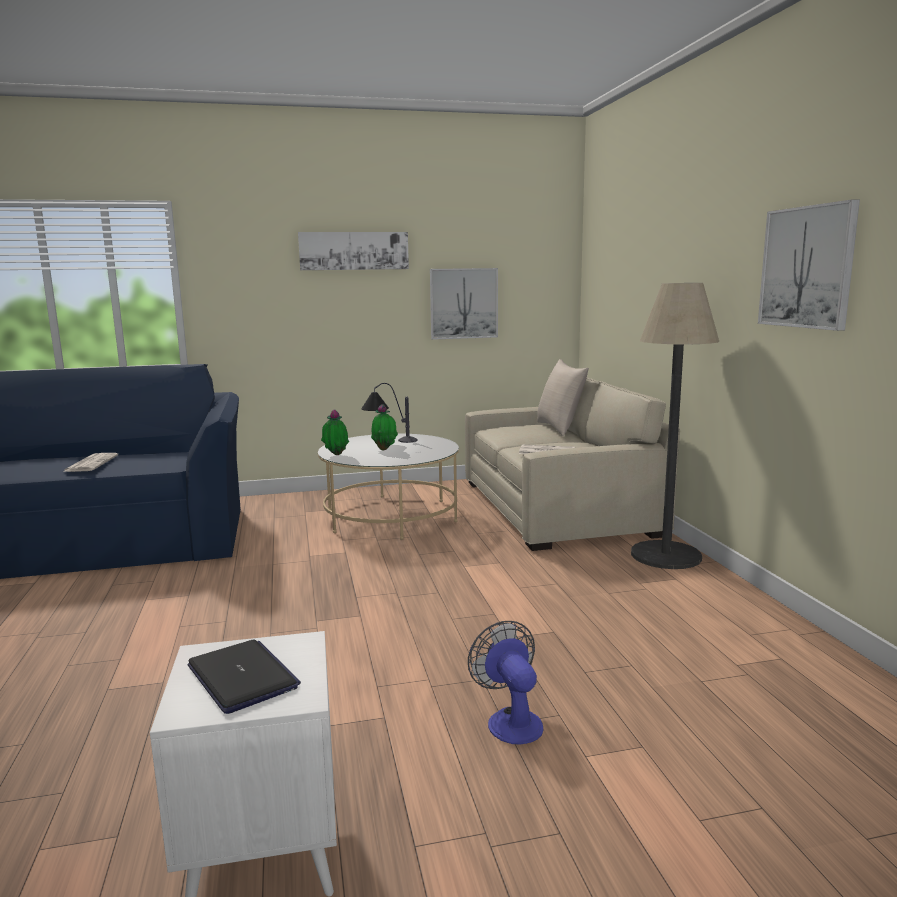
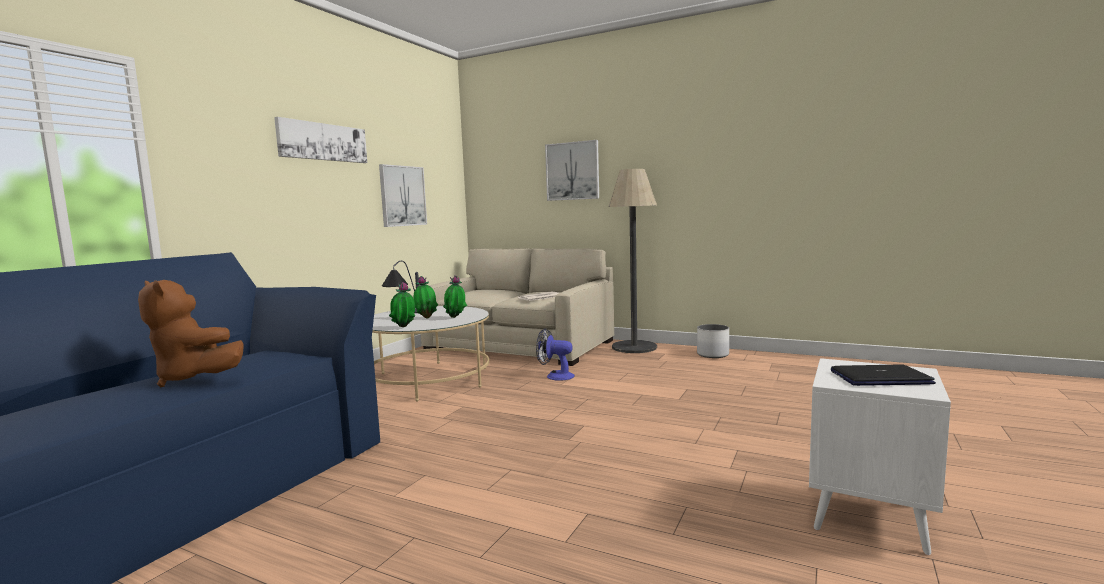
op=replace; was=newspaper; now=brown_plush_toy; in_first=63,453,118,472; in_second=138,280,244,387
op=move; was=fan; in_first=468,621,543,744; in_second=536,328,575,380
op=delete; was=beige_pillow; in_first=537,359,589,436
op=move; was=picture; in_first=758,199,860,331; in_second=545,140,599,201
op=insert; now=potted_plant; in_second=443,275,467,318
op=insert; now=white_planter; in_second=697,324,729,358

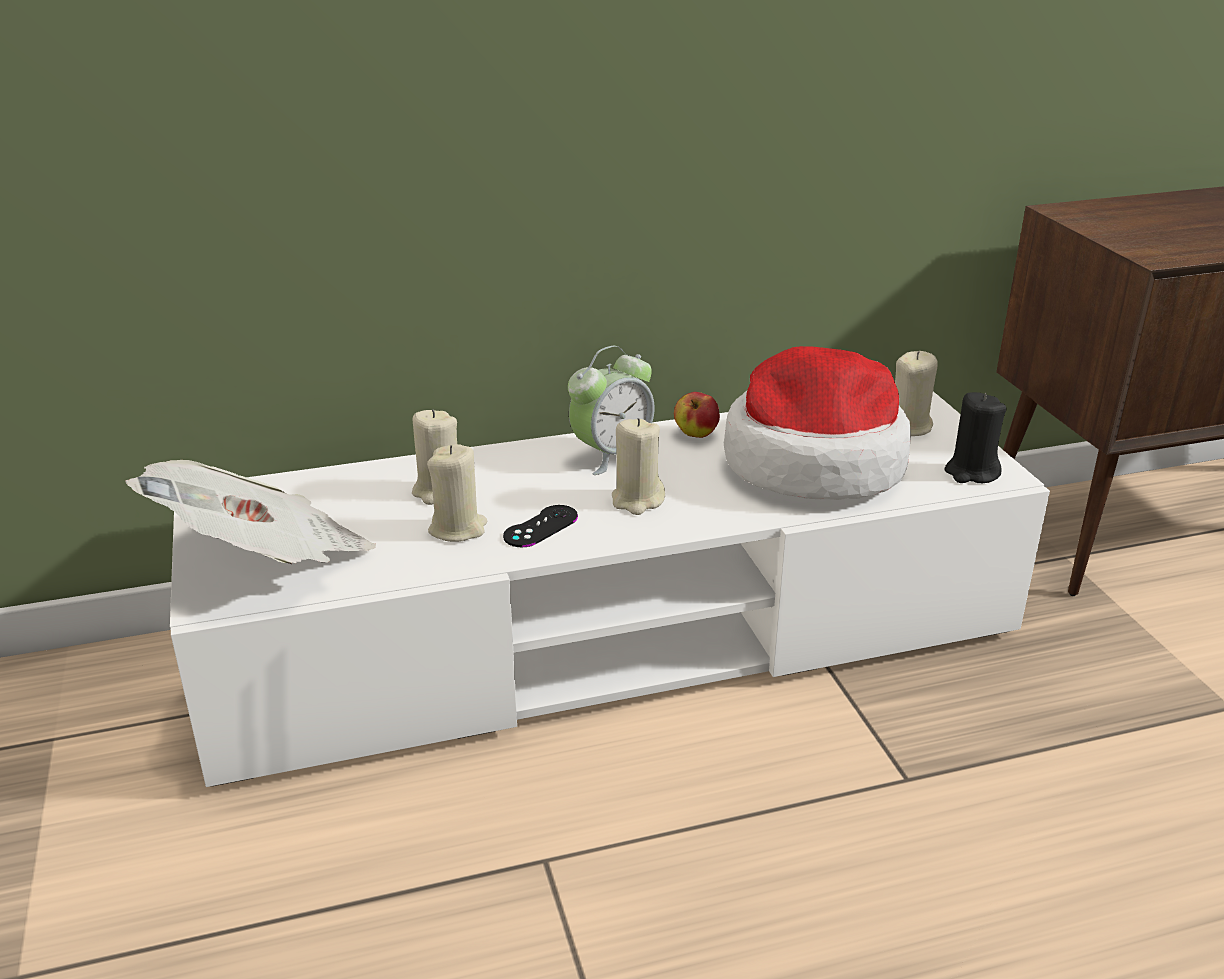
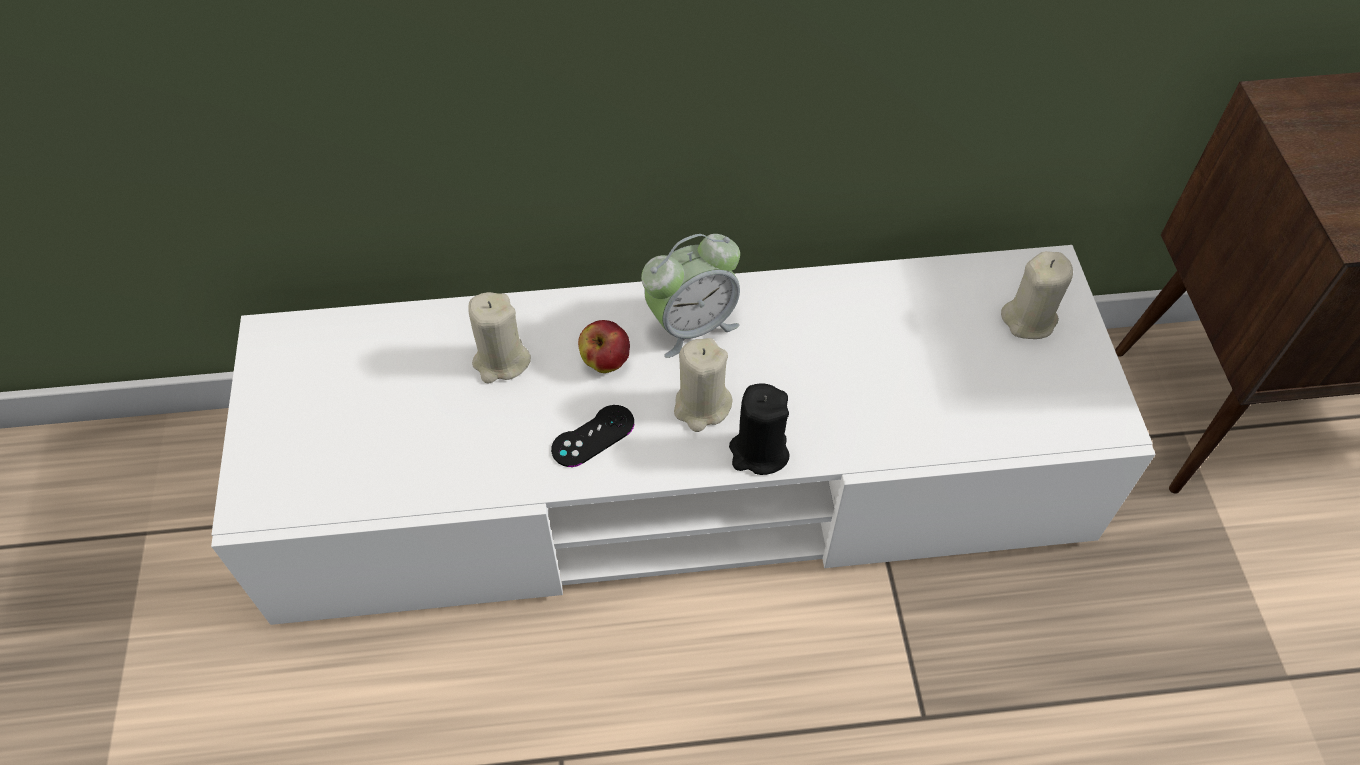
op=delete; was=newspaper; in_first=125,460,376,564
op=delete; was=beige_candle; in_first=427,444,488,542
op=move; was=apple; in_first=674,392,720,438; in_second=578,320,630,373
op=delete; was=hat; in_first=724,346,911,500
op=move; was=black_candle; in_first=944,392,1006,483; in_second=729,383,789,475

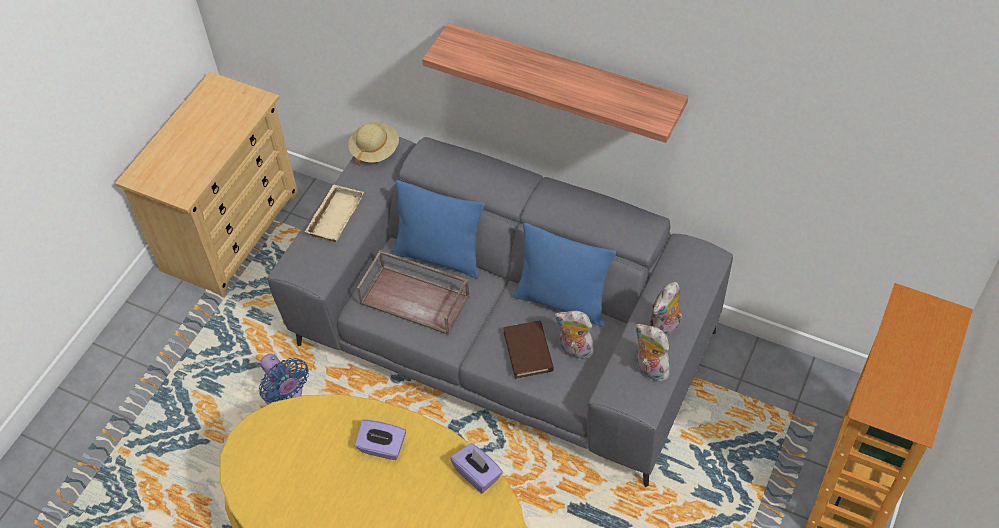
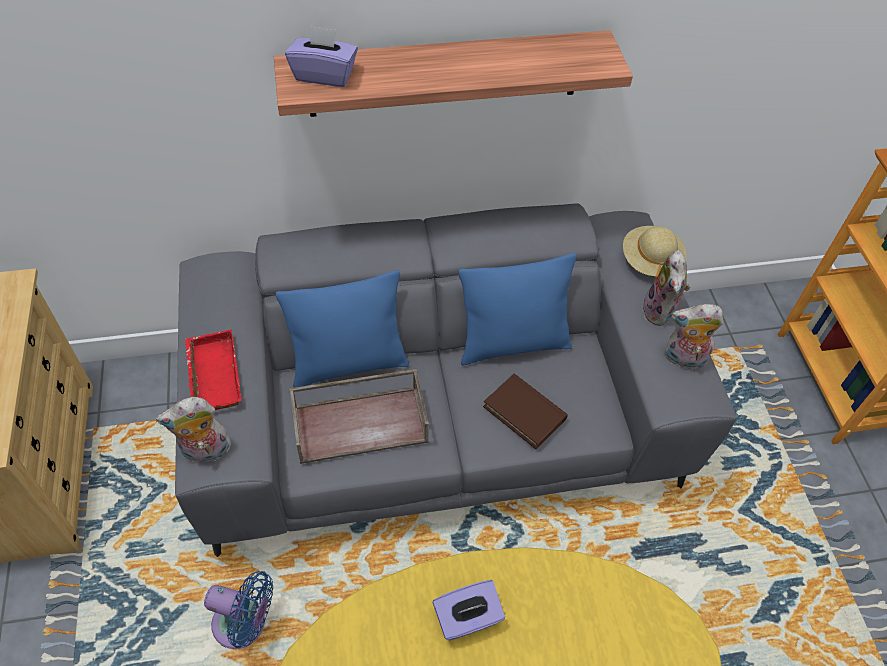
op=recolor; was=beige_tray; now=red_tray; in_first=305,184,364,242; in_second=185,329,241,410
op=move; was=beige_hat; in_first=348,122,399,167; in_second=623,226,687,281
op=move; was=purple_tissue_box; in_first=451,443,503,493; in_second=285,25,358,87
op=move; was=plush_toy; in_first=554,310,594,360; in_second=156,397,233,463

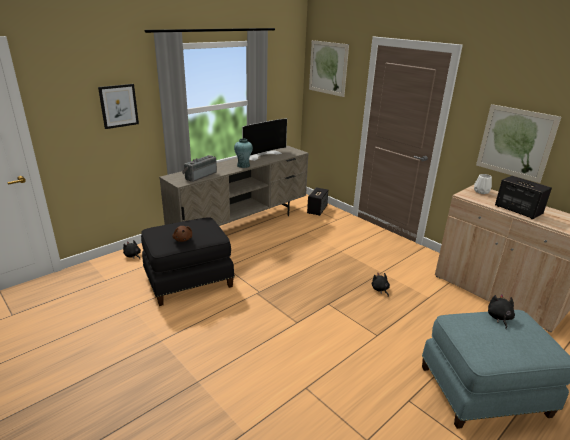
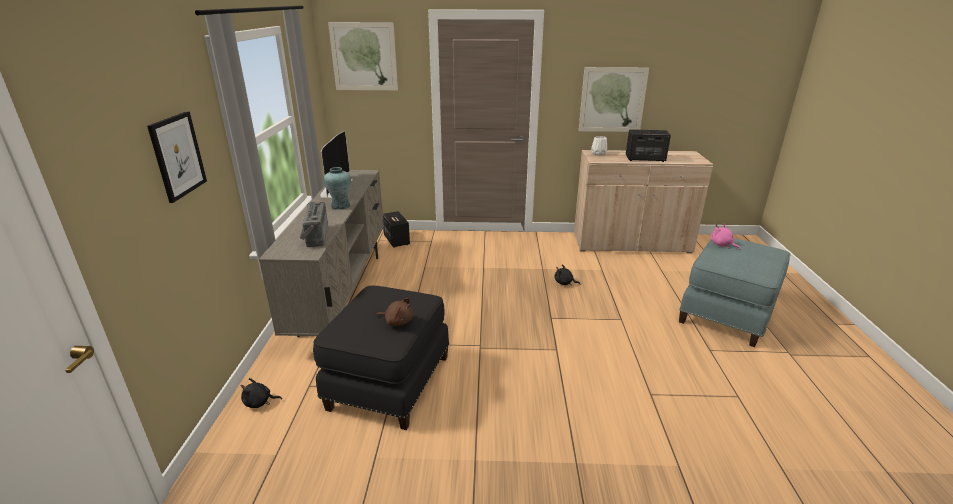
op=recolor; was=black_plush_toy; now=pink_plush_toy; in_first=488,294,515,329; in_second=711,224,740,250

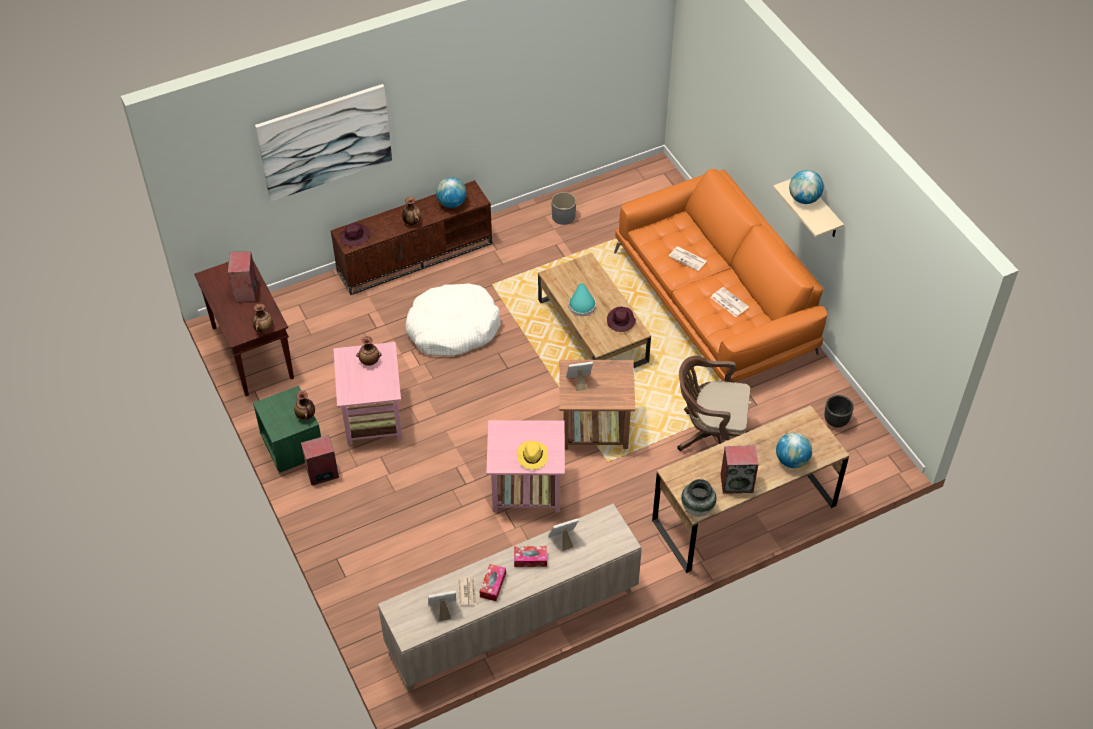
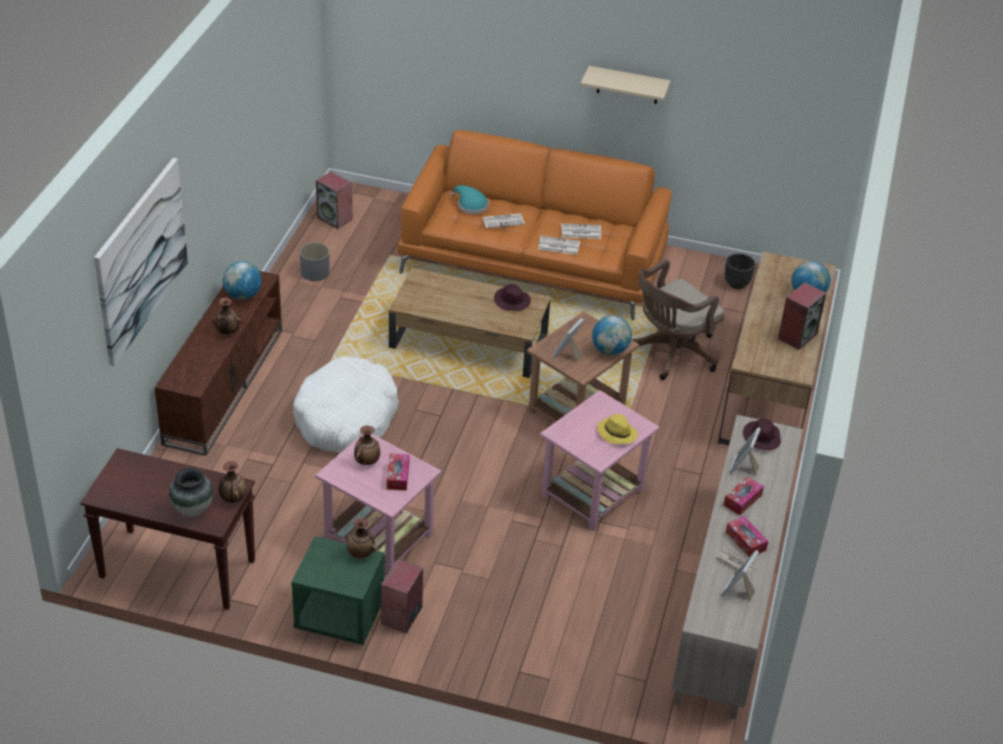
op=move; was=speaker; in_first=228,251,257,302; in_second=316,172,352,229
op=move; was=purple_hat; in_first=339,223,370,246; in_second=743,418,781,450
op=move; was=turquoise_hat; in_first=569,283,596,316; in_second=451,185,488,214
op=move; was=vase; in_first=681,479,716,517; in_second=169,467,213,517
op=move; was=globe; in_first=789,170,824,204; in_second=592,315,632,355
op=insert; now=tissue_box; in_second=387,454,410,491
op=insert; now=newspaper; in_second=538,236,580,255

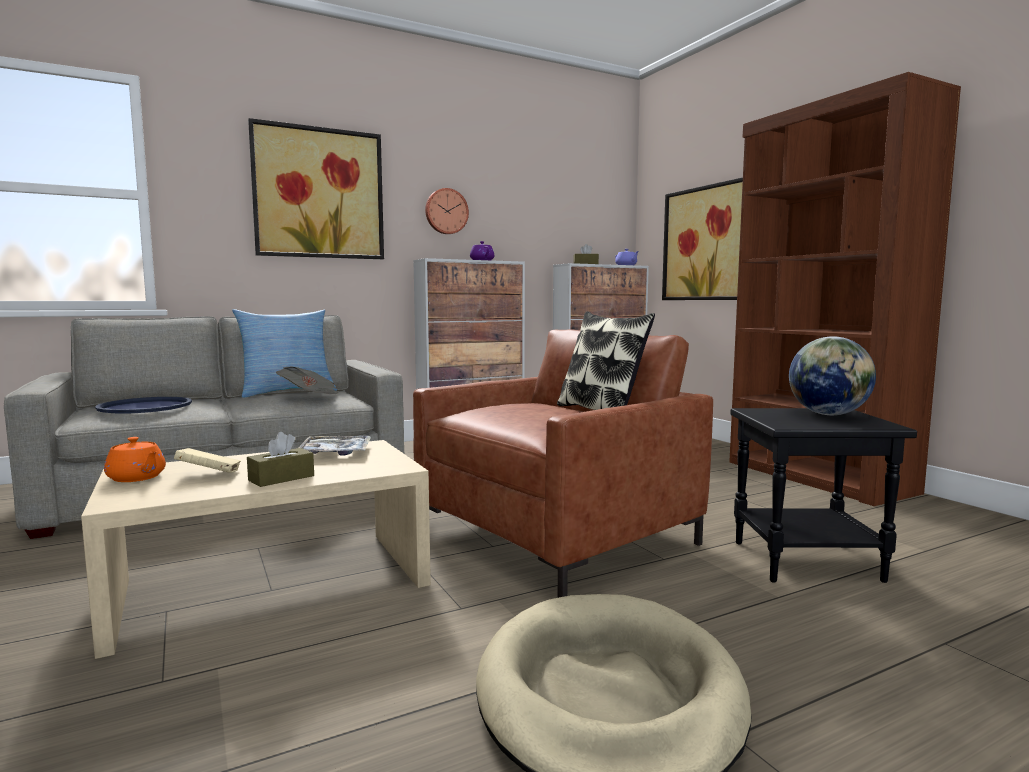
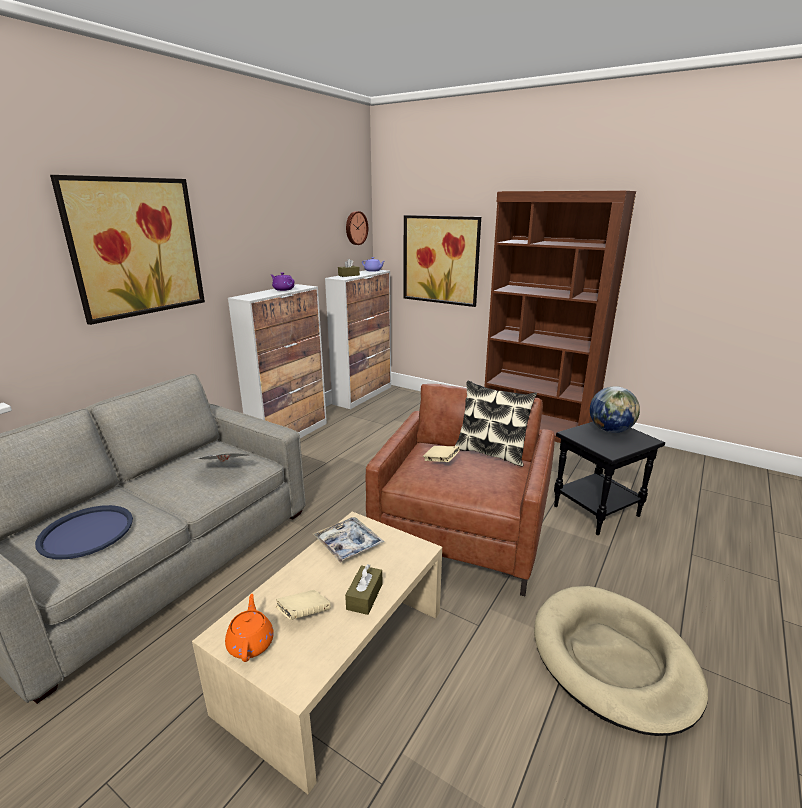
op=rotate; was=orange_teapot; in_first=104,437,166,482; in_second=225,594,274,662; clockwise=-105
op=delete; was=pillow; in_first=232,309,337,398
op=move; was=wall_clock; in_first=425,188,469,234; in_second=346,211,368,245
op=insert; now=beige_book; in_second=423,446,460,462

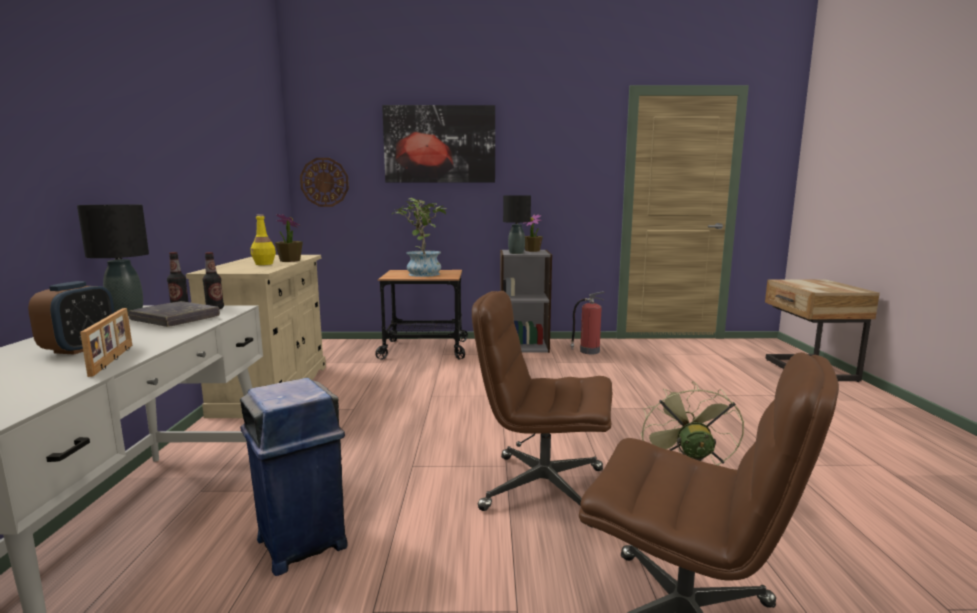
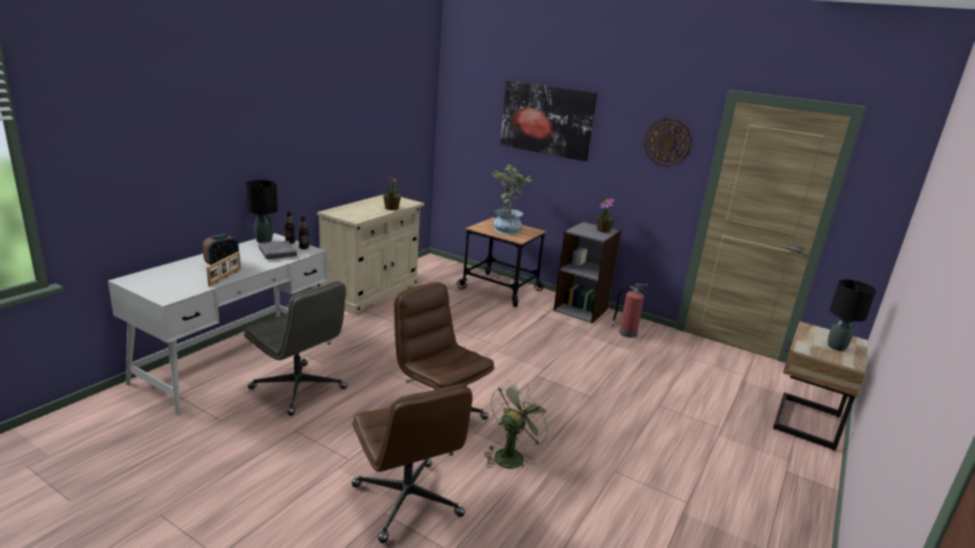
op=replace; was=blue_trash_can; now=grey_office_chair; in_first=240,378,348,576; in_second=244,281,347,416
op=delete; was=yellow_bottle; in_first=251,214,276,265
op=move; was=wall_clock; in_first=300,158,349,207; in_second=644,118,693,167
op=move; was=black_table_lamp; in_first=503,195,531,254; in_second=828,279,876,351

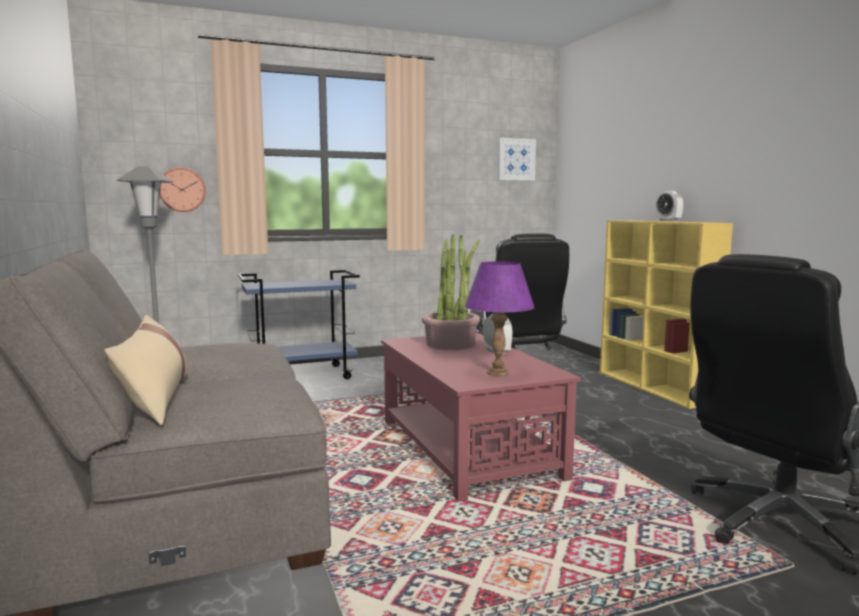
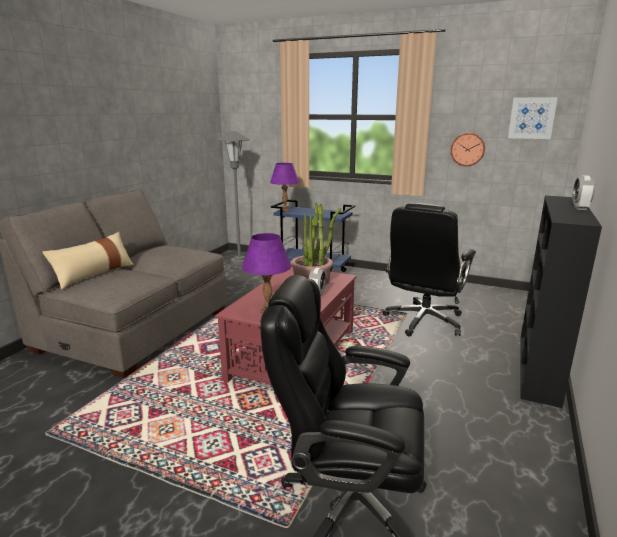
op=move; was=wall_clock; in_first=160,167,206,212; in_second=451,133,485,166
op=recolor; was=yellow_bookcase; now=black_bookcase; in_first=600,220,733,409; in_second=521,195,602,408
op=insert; now=purple_table_lamp; in_second=270,163,299,212

